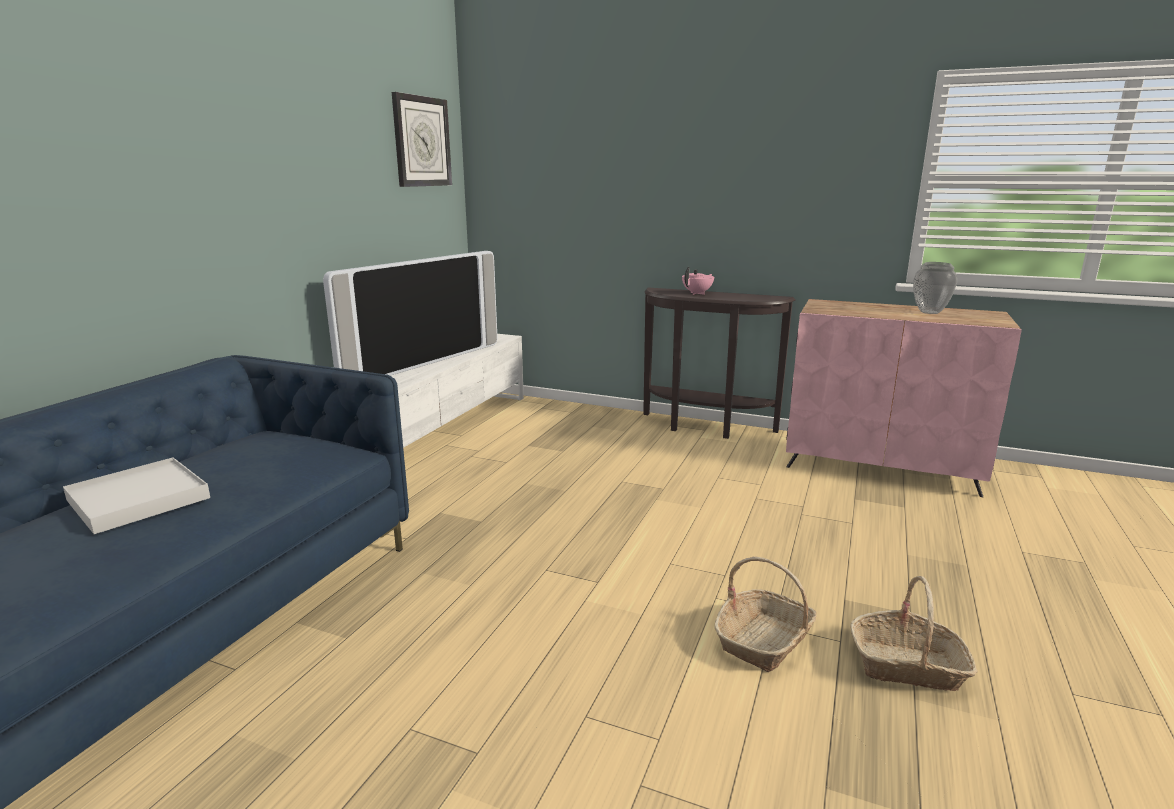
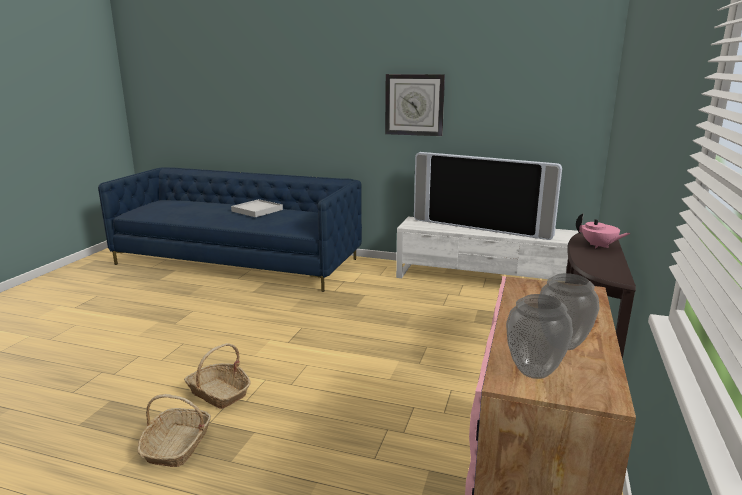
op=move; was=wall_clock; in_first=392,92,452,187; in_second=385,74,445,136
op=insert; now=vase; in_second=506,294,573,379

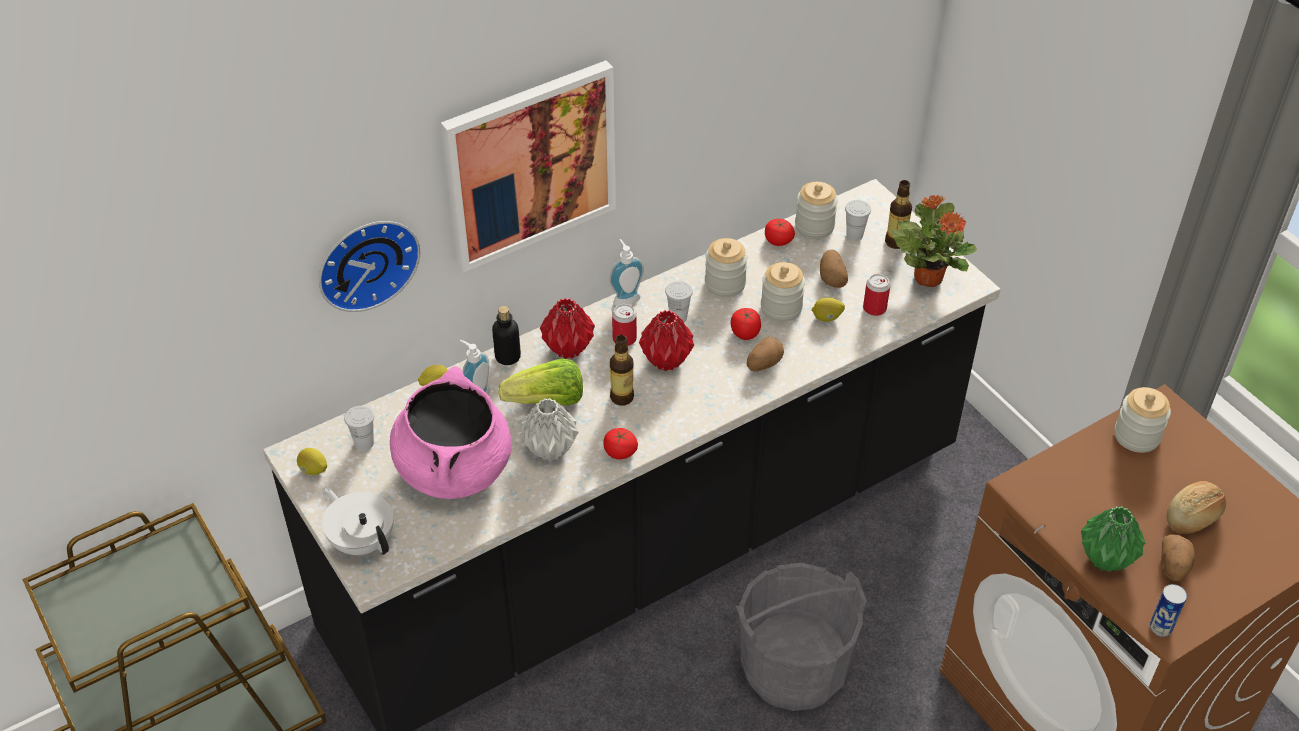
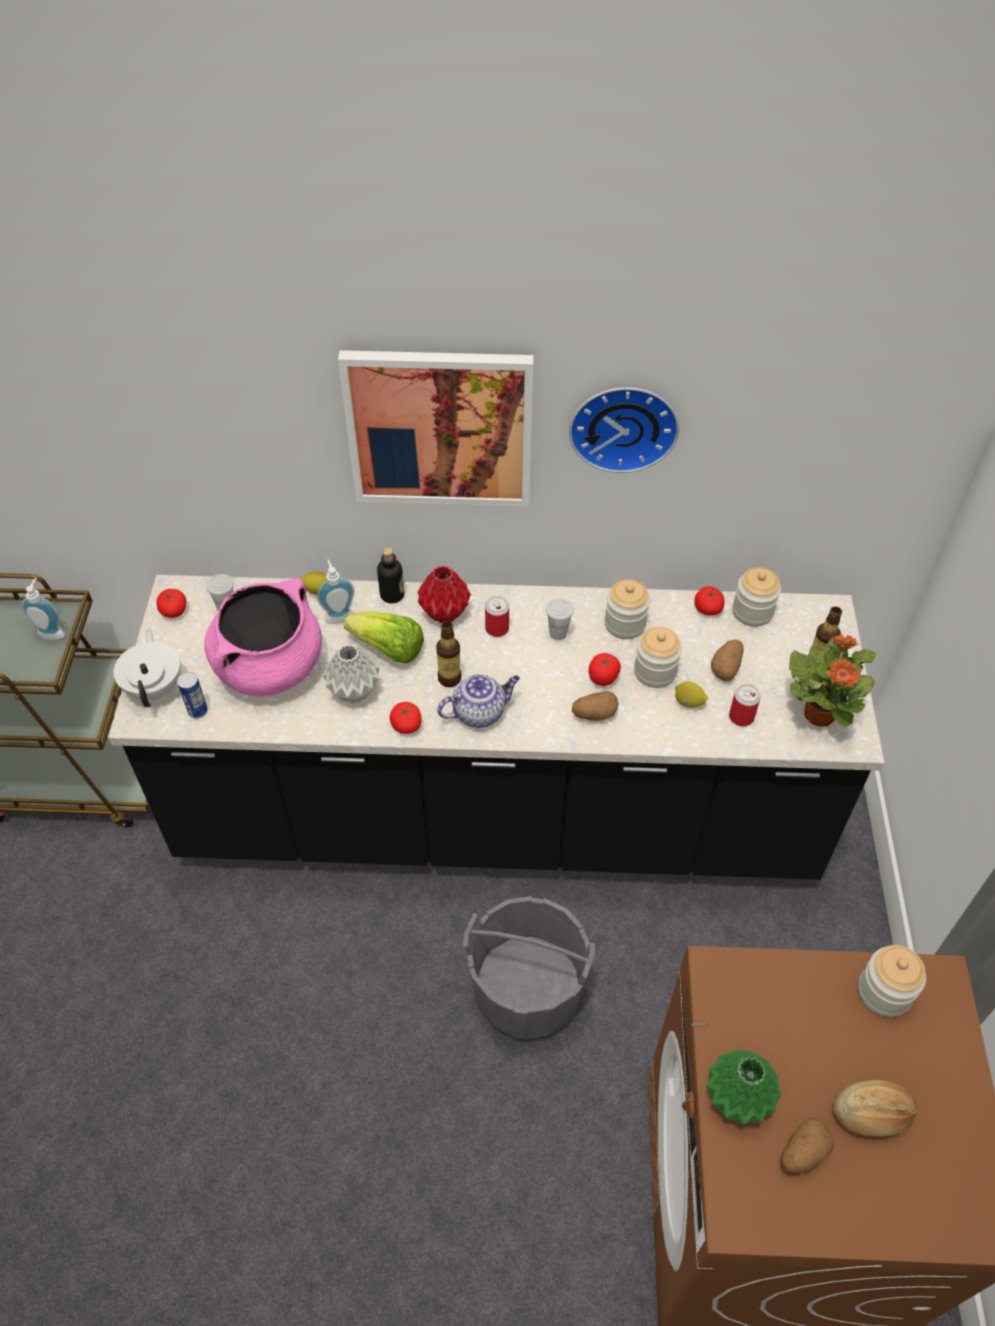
op=replace; was=lemon; now=tomato; in_first=297,448,327,475; in_second=156,589,186,618
op=move; was=wall_clock; in_first=319,221,420,312; in_second=569,387,679,473
op=move; was=soap_dispenser; in_first=609,239,644,306; in_second=21,578,65,640
op=delete; was=red_vase; in_first=639,310,694,371
op=delete; was=white_cup; in_first=845,200,871,241
op=move; was=can; in_first=1150,584,1187,637; in_second=177,672,208,718
op=insert; now=teapot; in_second=437,674,520,728

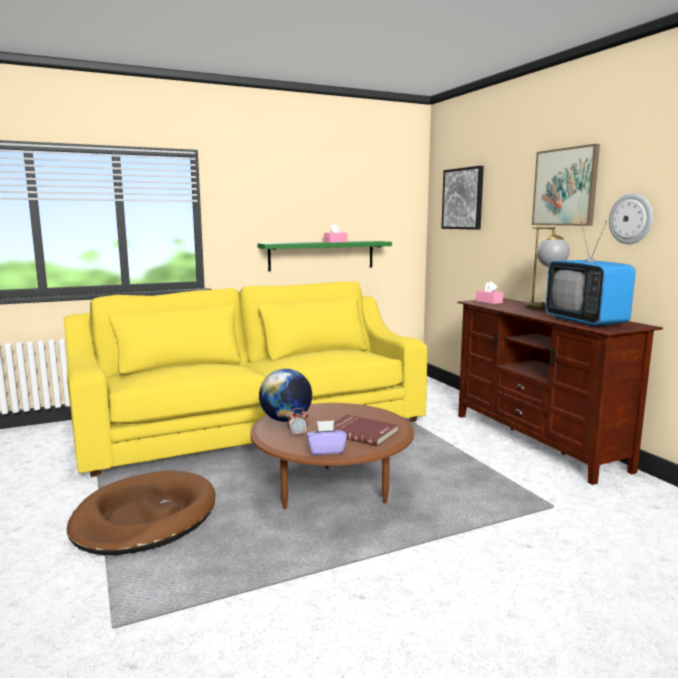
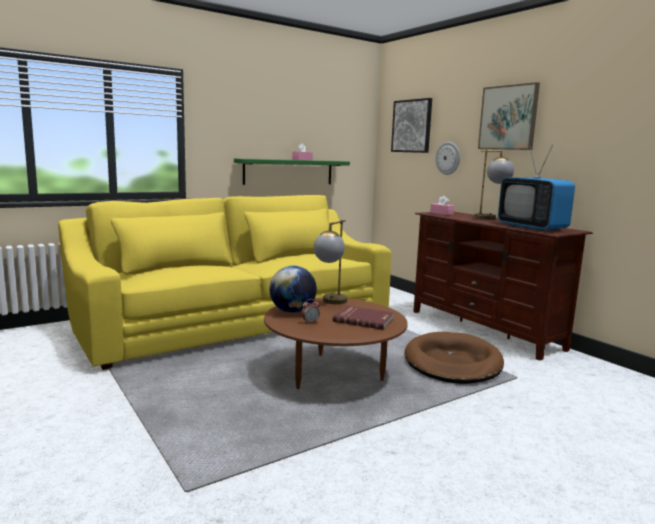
op=move; was=brown_dog_bed; in_first=67,471,215,555; in_second=405,332,504,384
op=delete; was=purple_tissue_box; in_first=306,420,347,455
op=move; was=wall_clock; in_first=609,193,653,244; in_second=436,142,460,175
op=insert; now=table_lamp; in_second=314,220,347,304

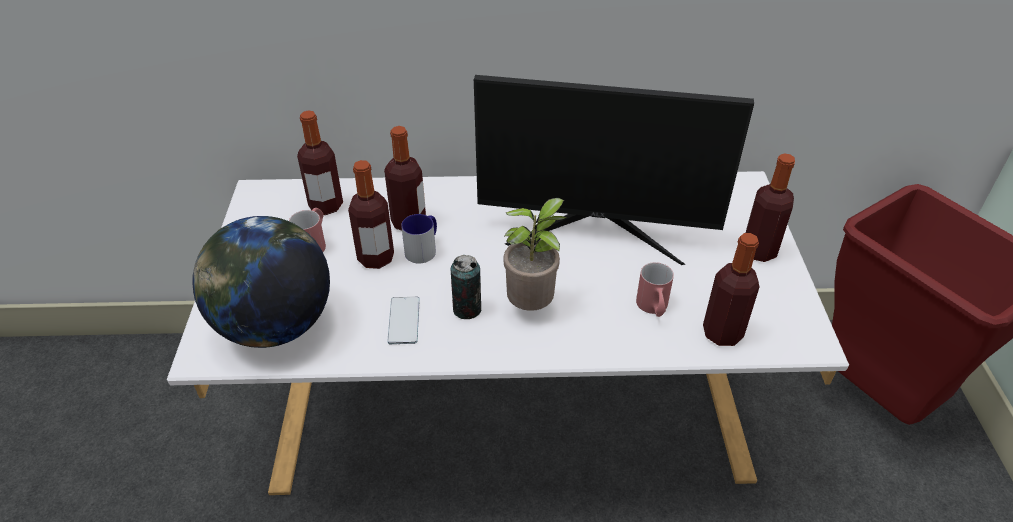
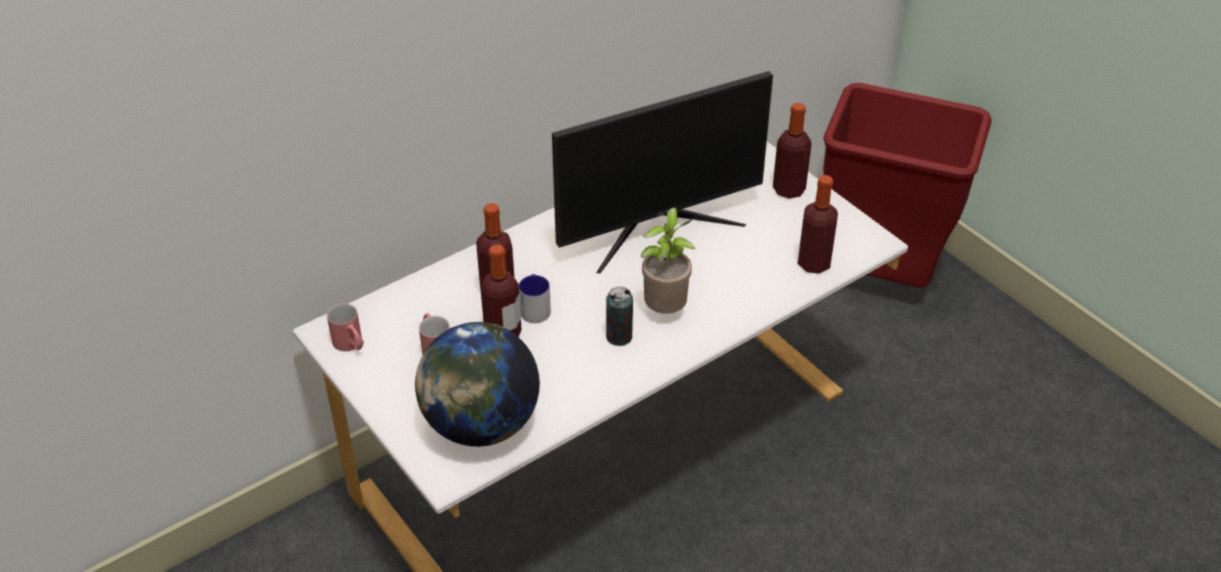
op=delete; was=bottle; in_first=297,111,343,215
op=delete; was=phone; in_first=387,297,420,344
op=move; was=red_mug; in_first=636,262,674,317; in_second=327,303,364,351

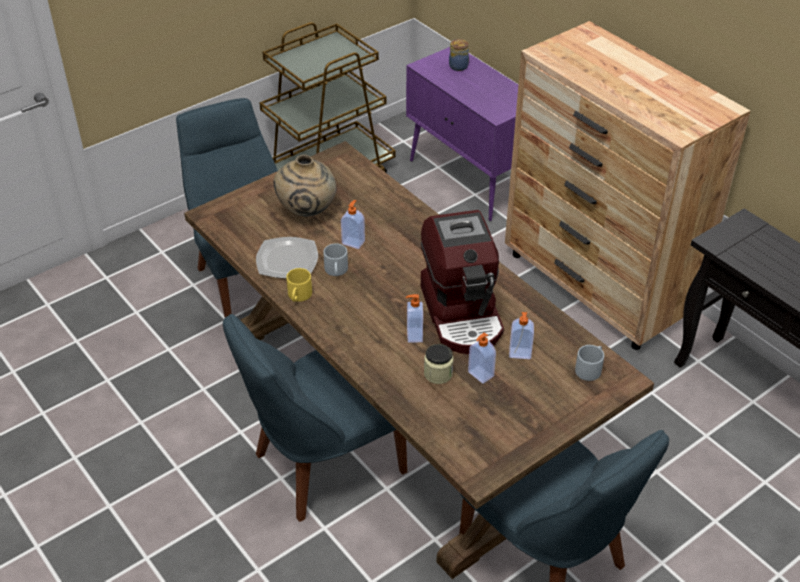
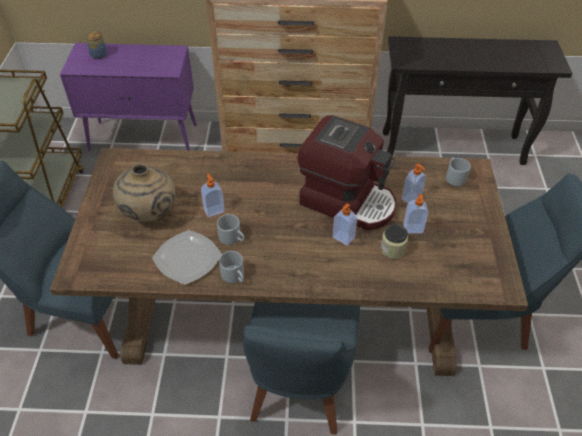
op=recolor; was=yellow_mug; now=grey_mug; in_first=286,268,312,302; in_second=219,251,244,283

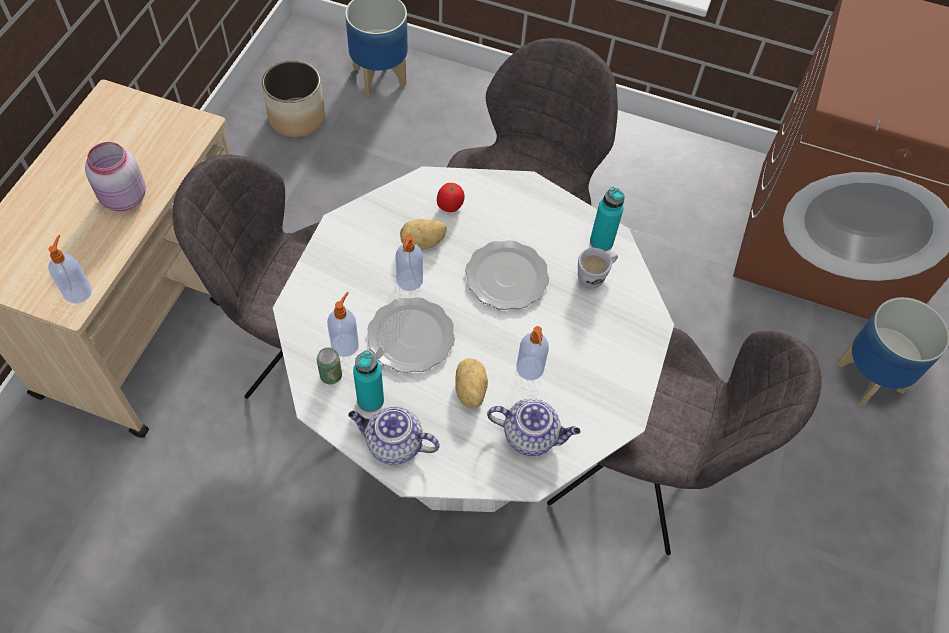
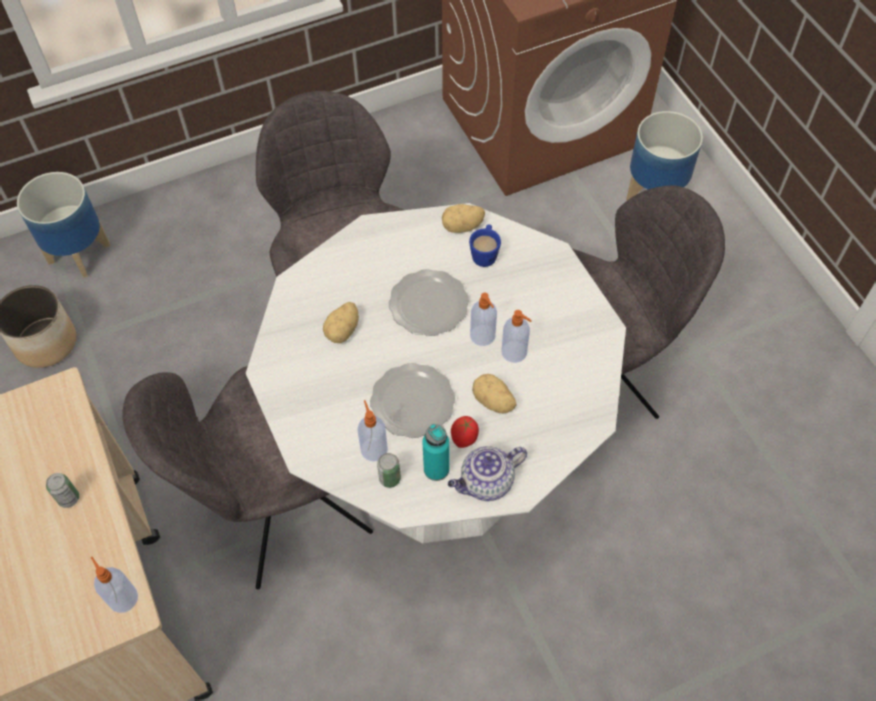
op=replace; was=pink_jar; now=can; in_first=85,142,146,211; in_second=46,473,79,508
op=move; was=soap_dispenser; in_first=395,234,423,291; in_second=470,293,497,346
op=move; was=tomato; in_first=437,183,465,212; in_second=451,416,479,448
op=delete; was=teapot; in_first=487,399,580,456
op=recolor; was=white_mug; now=blue_mug; in_first=578,248,618,289; in_second=469,224,501,267
op=replace; was=turquoise_bottle; now=potato; in_first=590,187,625,251; in_second=442,204,485,233

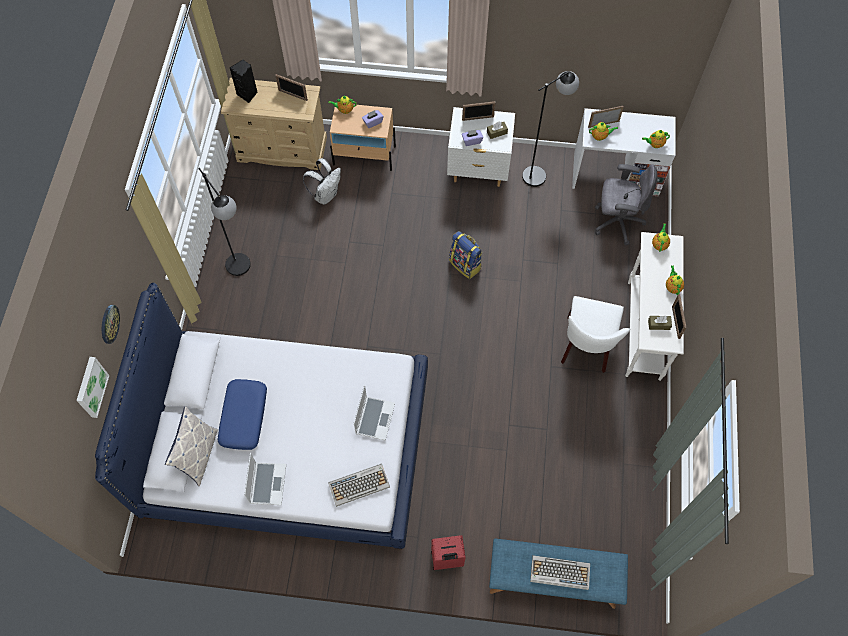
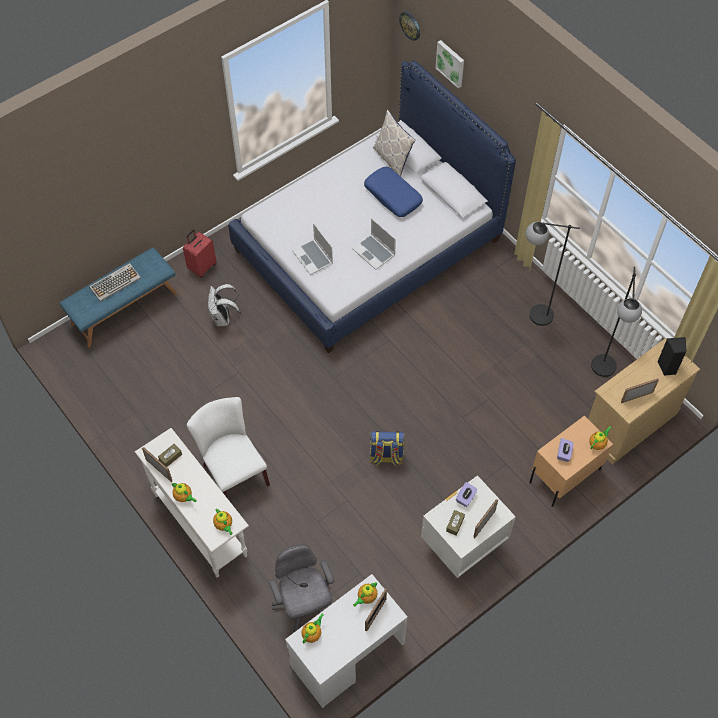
op=move; was=wall_clock; in_first=102,305,120,344; in_second=399,11,420,41
op=move; was=laptop; in_first=244,453,286,505; in_second=352,218,396,270
op=move; was=white_backpack; in_first=303,158,341,205; in_second=208,284,241,326
op=delete; was=keyboard; in_first=328,463,390,507
op=move; was=black_floor_lamp; in_first=522,71,579,187; in_second=591,266,642,377
op=rotate; was=grey_office_chair; in_first=595,164,658,246; in_second=269,544,335,632; clockwise=105

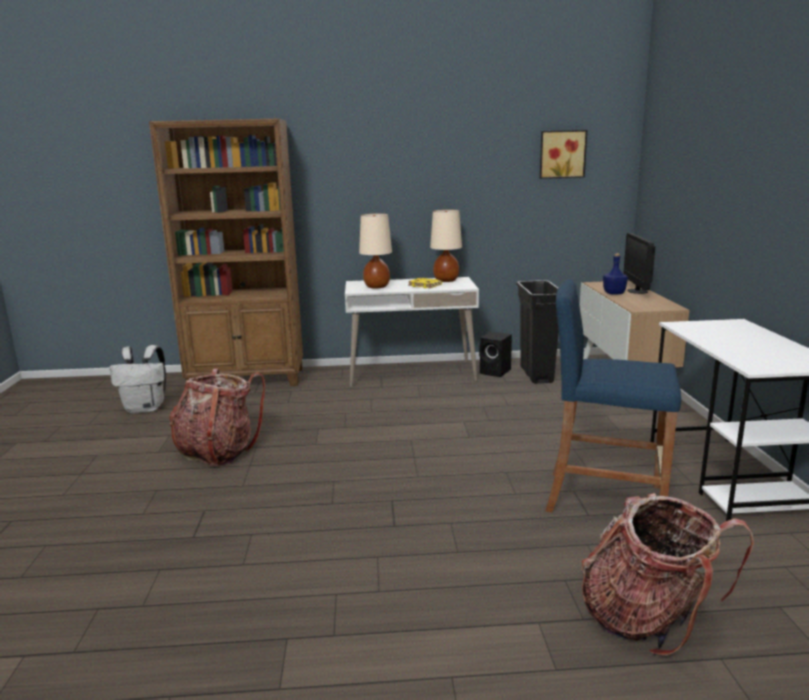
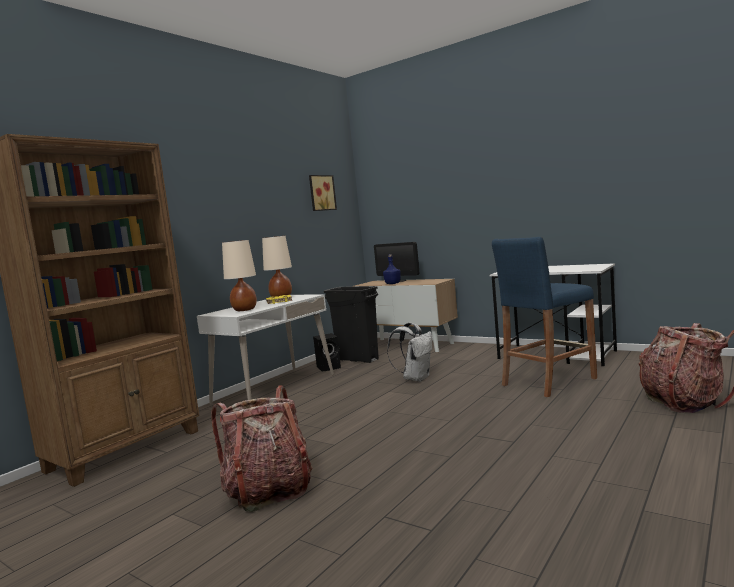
op=move; was=white_backpack; in_first=110,345,166,414; in_second=387,323,432,382

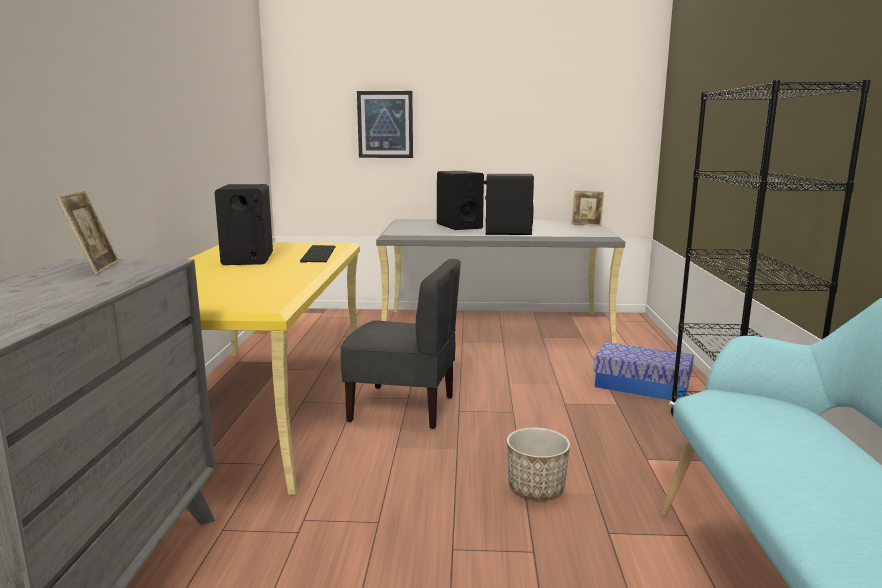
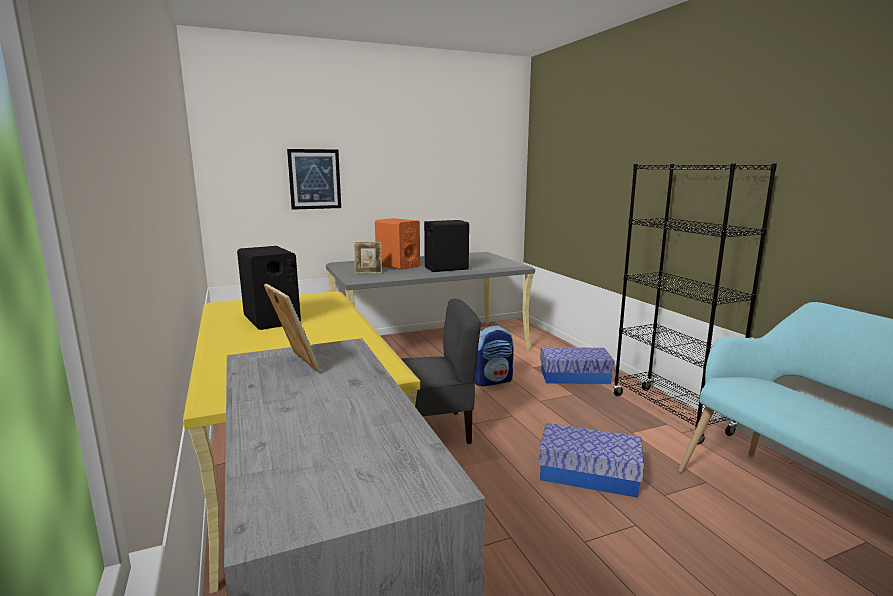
op=delete; was=keyboard; in_first=300,245,335,263
op=recolor; was=black_speaker; now=orange_speaker; in_first=437,171,484,230; in_second=375,218,420,270
op=replace; was=planter; now=storage_box; in_first=507,427,570,499; in_second=538,423,644,498
op=move; was=picture_frame; in_first=571,191,604,226; in_second=354,242,382,274
op=insert; now=backpack; in_second=475,326,514,386

